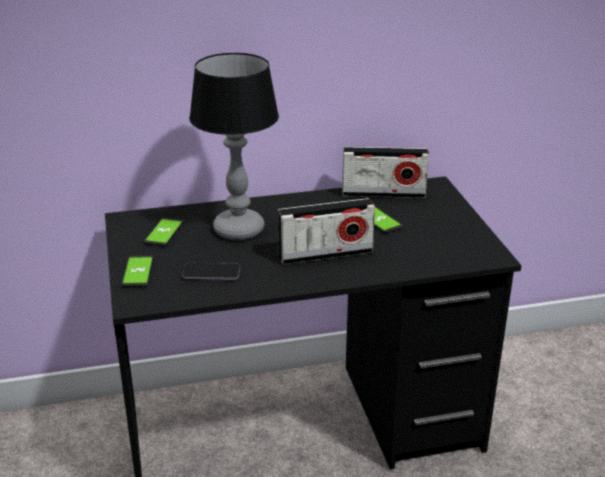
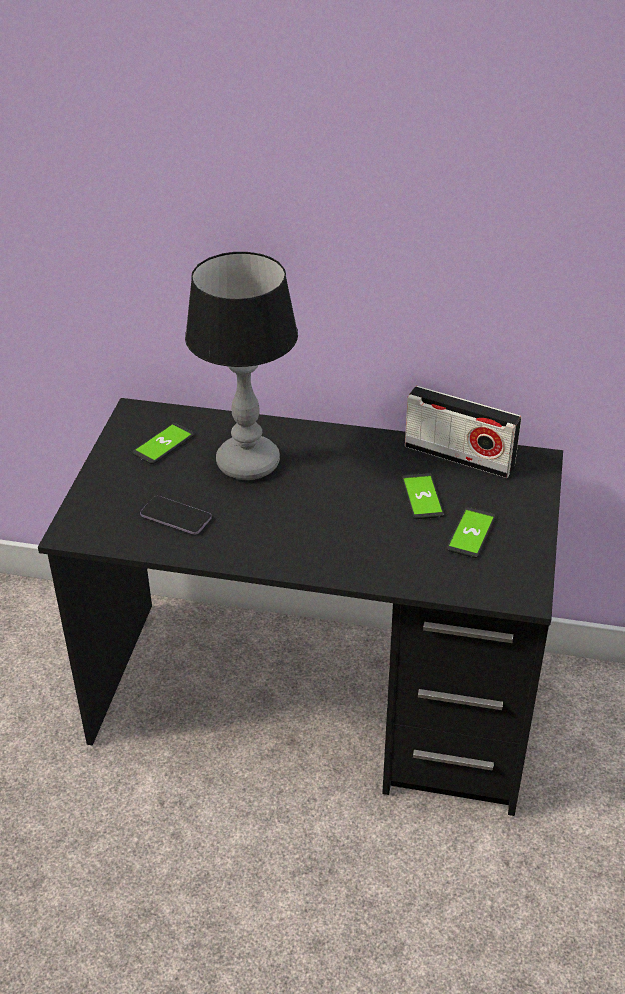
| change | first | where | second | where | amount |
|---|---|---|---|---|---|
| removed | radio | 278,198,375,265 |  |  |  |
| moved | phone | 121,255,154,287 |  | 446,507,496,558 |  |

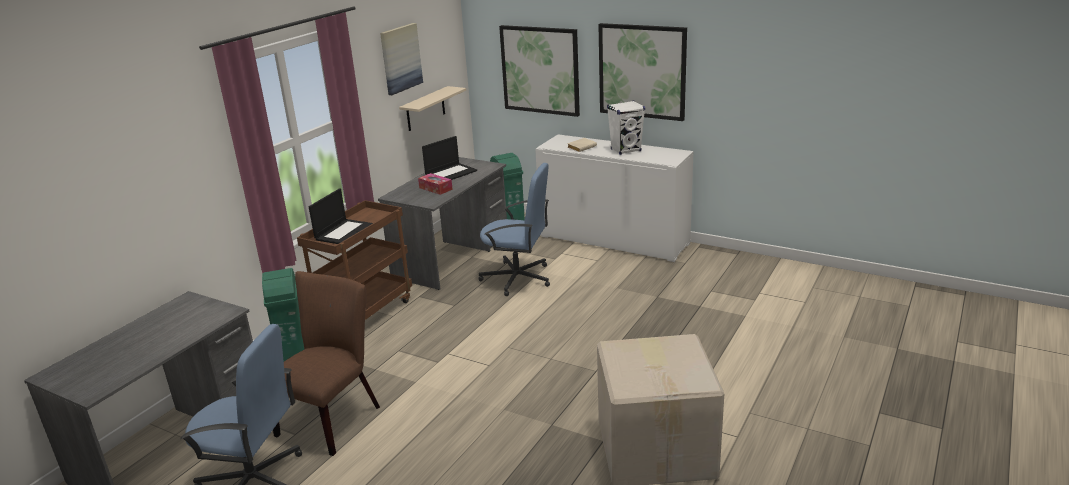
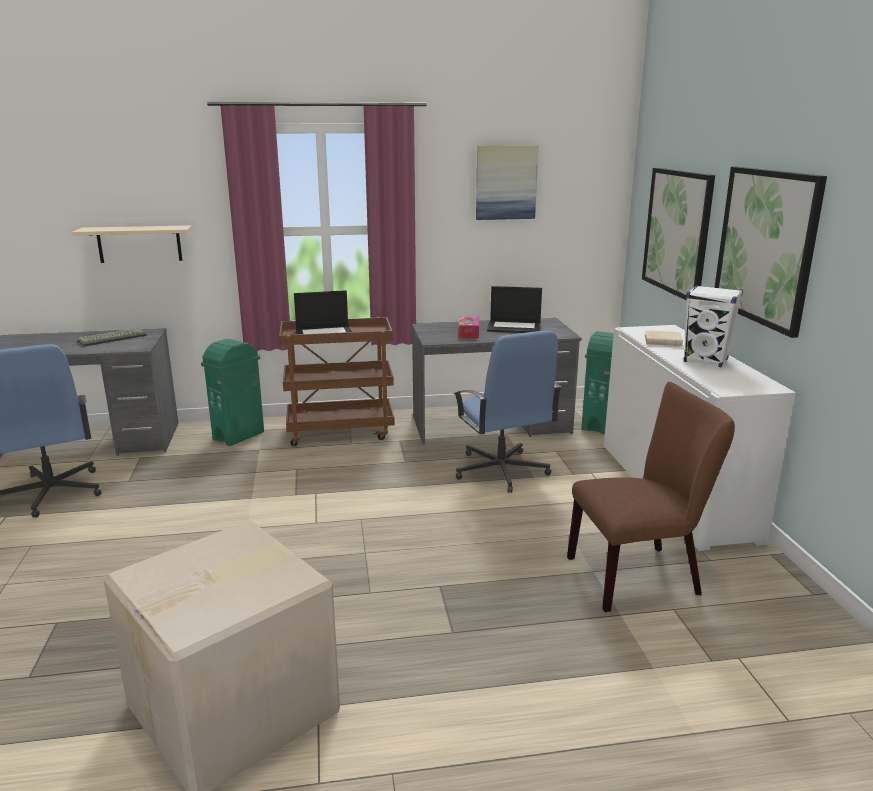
| change | first | where | second | where | amount |
|---|---|---|---|---|---|
| moved | shelf/beige | 399,86,466,131 |  | 72,225,192,263 |  |
| moved | chair/brown | 273,271,380,456 |  | 567,382,735,612 |  |
| added |  |  | keyboard | 77,328,147,346 |  |

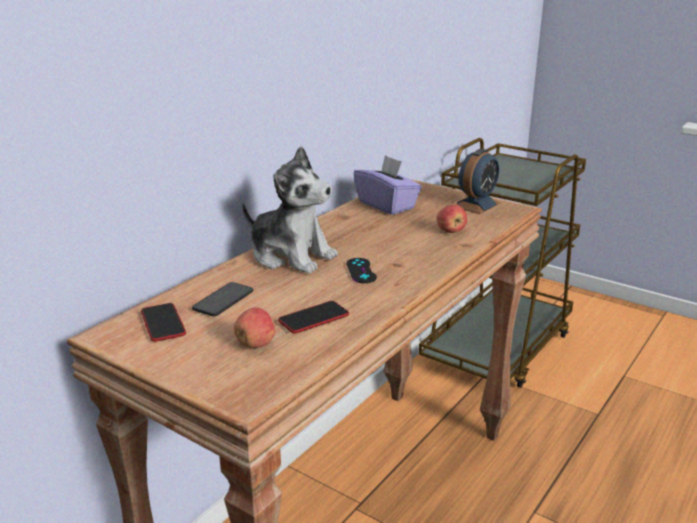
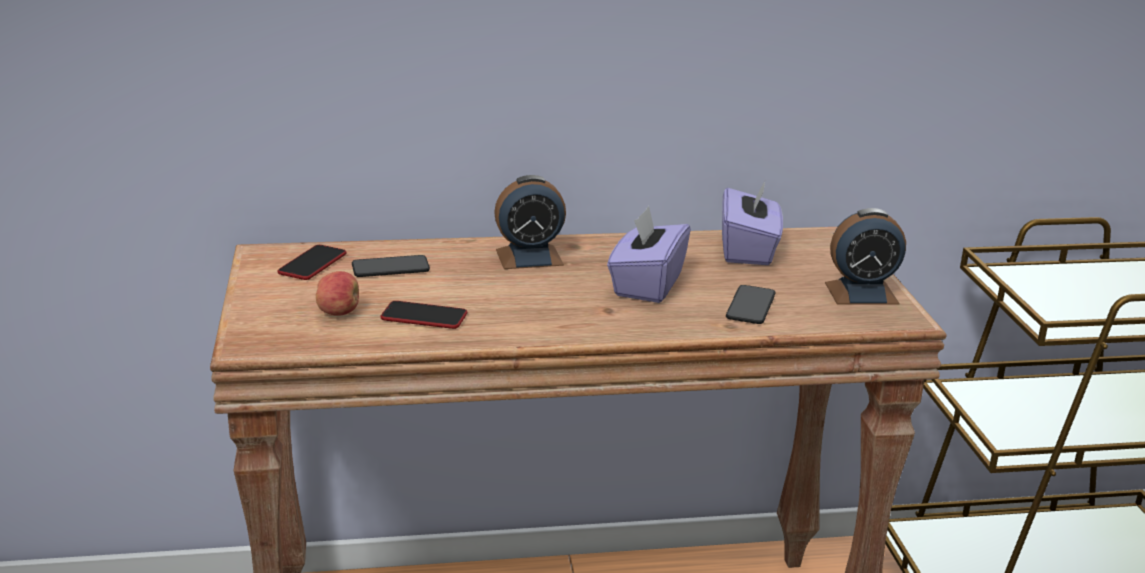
| change | first | where | second | where | amount |
|---|---|---|---|---|---|
| replaced | plush toy | 242,146,338,274 | alarm clock | 494,175,566,269 |  |
| replaced | apple | 437,205,467,233 | phone | 726,285,775,324 |  |
| removed | game controller/black | 346,258,377,283 |  |  |  |
| added |  |  | tissue box/purple | 607,206,691,303 |  |

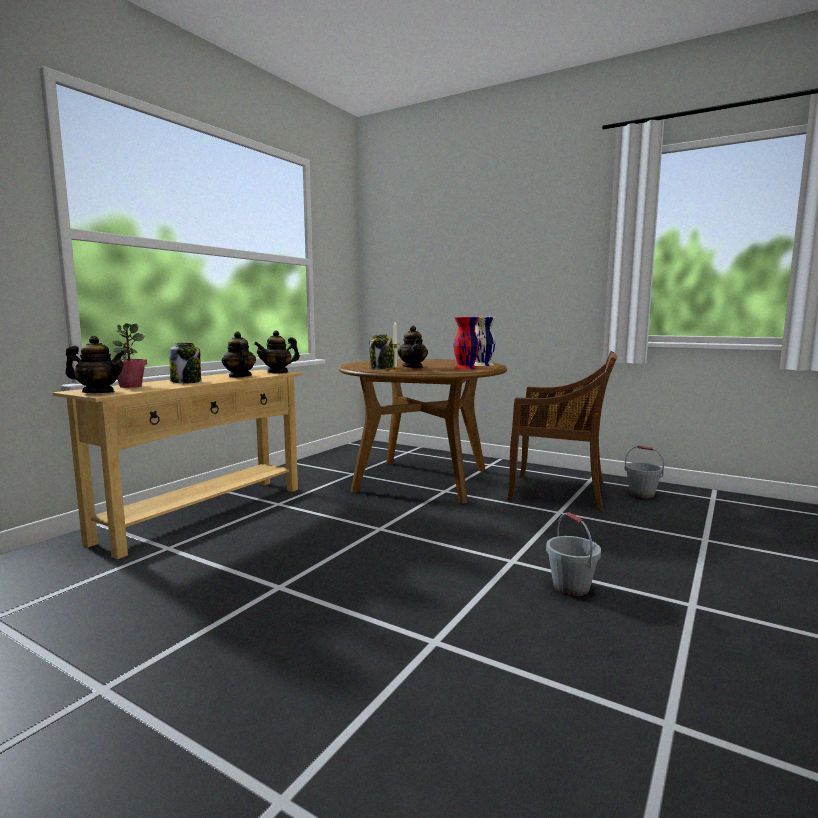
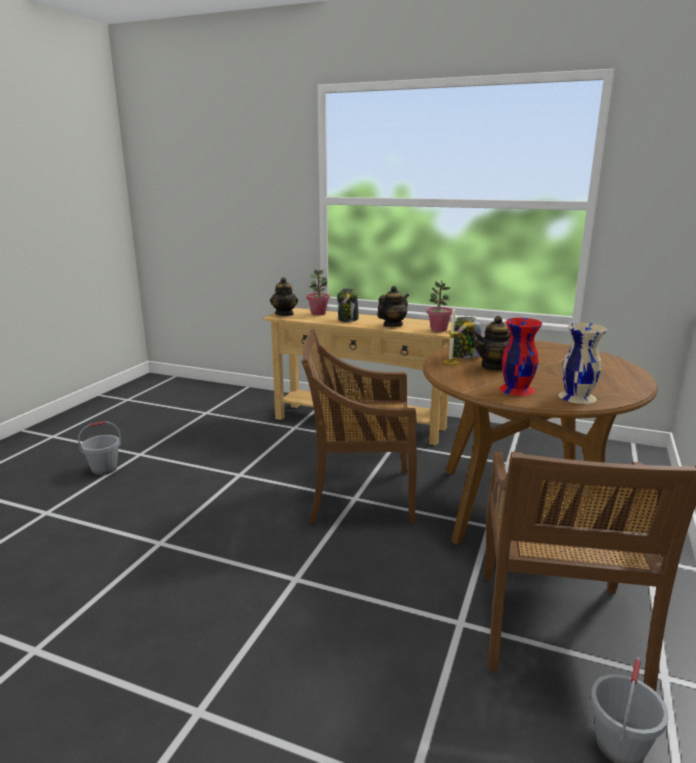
| change | first | where | second | where | amount |
|---|---|---|---|---|---|
| replaced | teapot | 254,330,300,373 | potted plant | 427,280,453,332 |  |
| moved | bucket/grey | 546,512,601,596 |  | 78,421,122,475 |  |
| added |  |  | chair/brown | 301,329,417,523 |  |

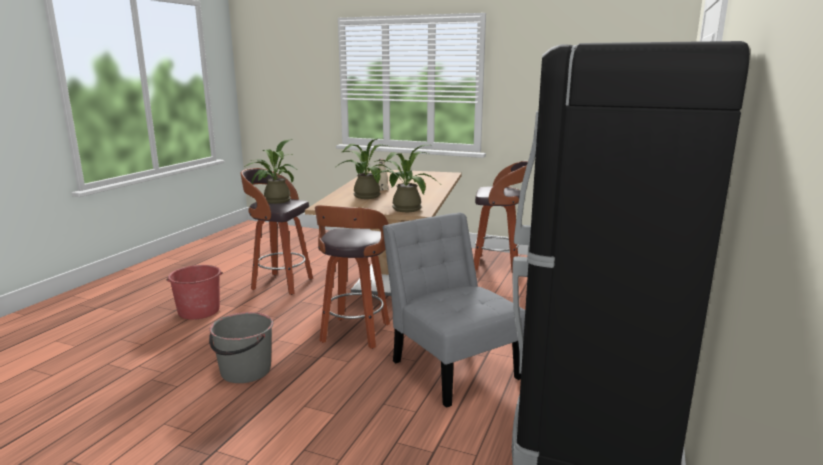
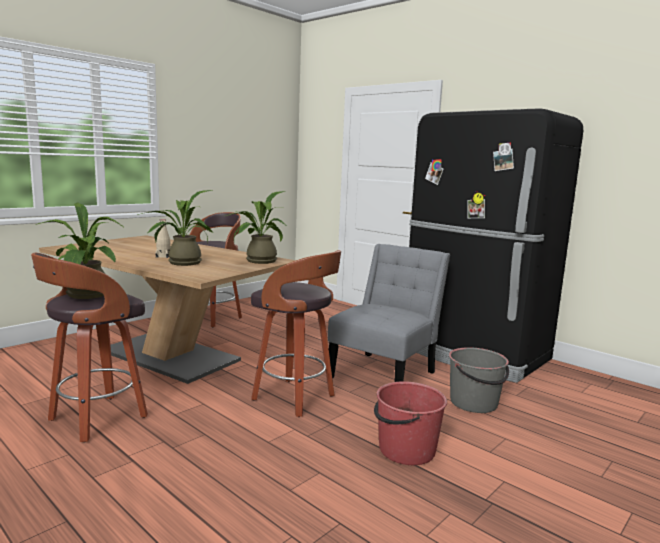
| change | first | where | second | where | amount |
|---|---|---|---|---|---|
| turned | chair/grey | 383,212,525,408 |  | 328,244,450,382 | 135 degrees clockwise |
| moved | bucket/red | 166,265,223,320 |  | 374,381,447,465 |  |
| moved | bucket/grey | 209,312,273,383 |  | 449,347,509,413 |  |

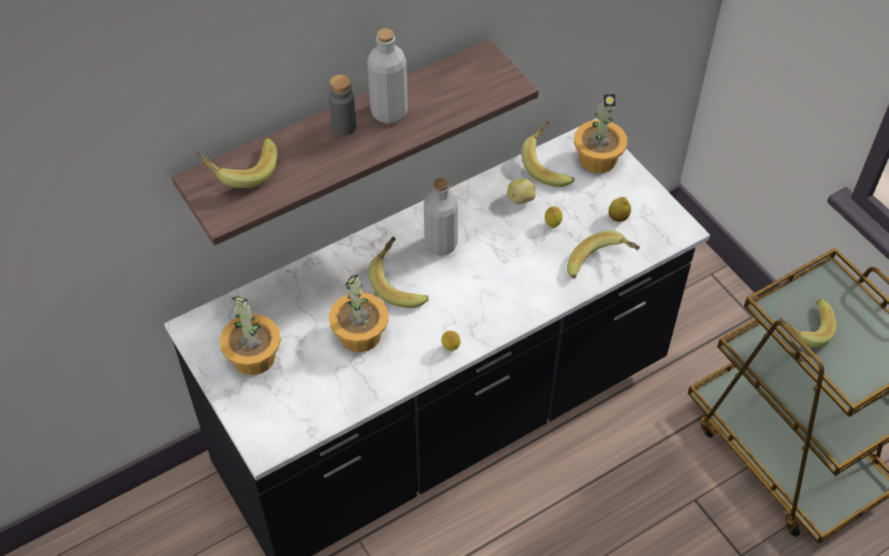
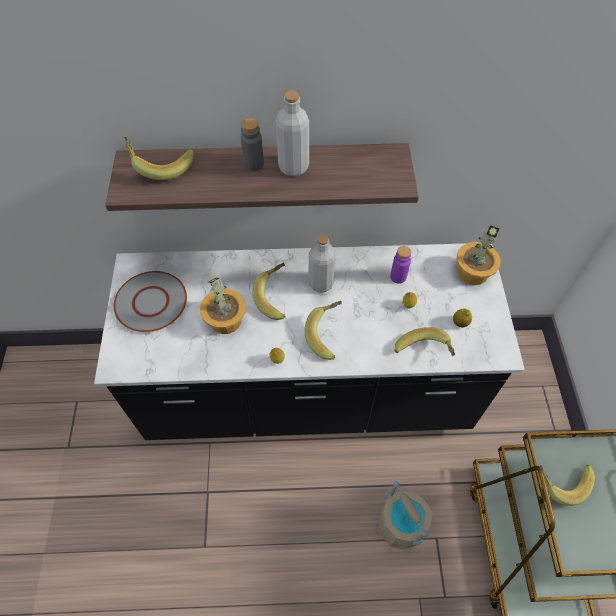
| change | first | where | second | where | amount |
|---|---|---|---|---|---|
| moved | banana | 521,120,574,187 |  | 305,301,342,360 |  |
| replaced | potato | 507,179,536,204 | bottle/purple | 390,246,411,284 |  |
| replaced | potted plant | 219,296,281,375 | plate/grey | 113,271,187,332 |  |
| added |  |  | bucket/beige | 379,481,432,549 |  |

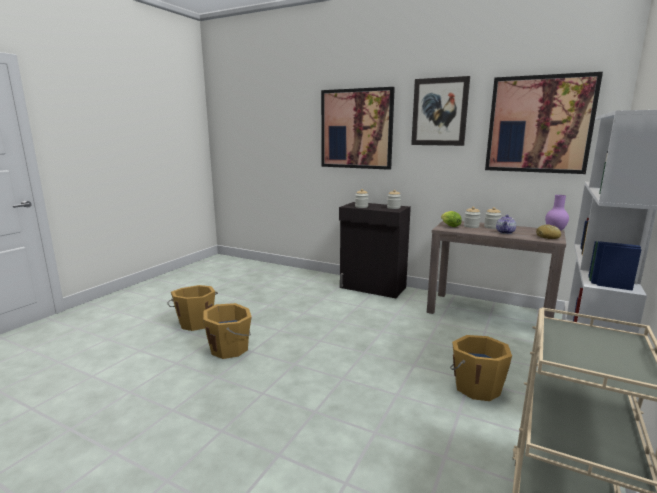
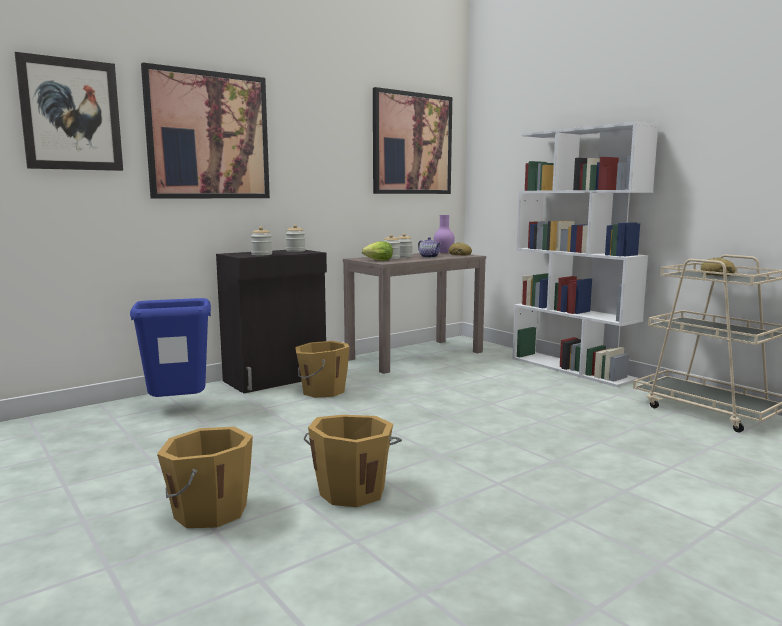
| change | first | where | second | where | amount |
|---|---|---|---|---|---|
| moved | picture | 411,76,470,146 |  | 15,52,123,171 |  |
| moved | bucket/orange | 450,335,512,401 |  | 295,341,349,398 |  |
| added |  |  | bread | 701,257,736,276 |  |
| added |  |  | trash can/blue | 130,298,211,397 |  |

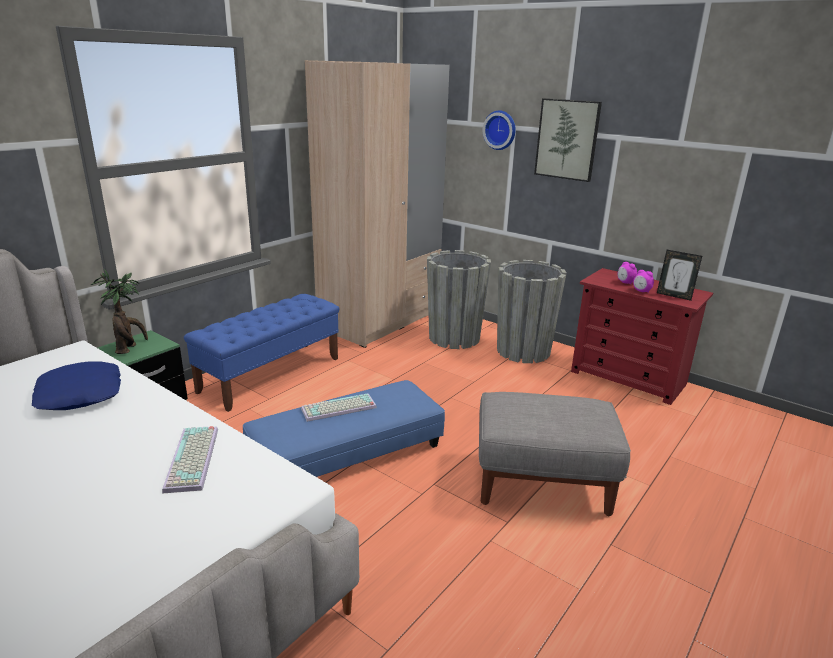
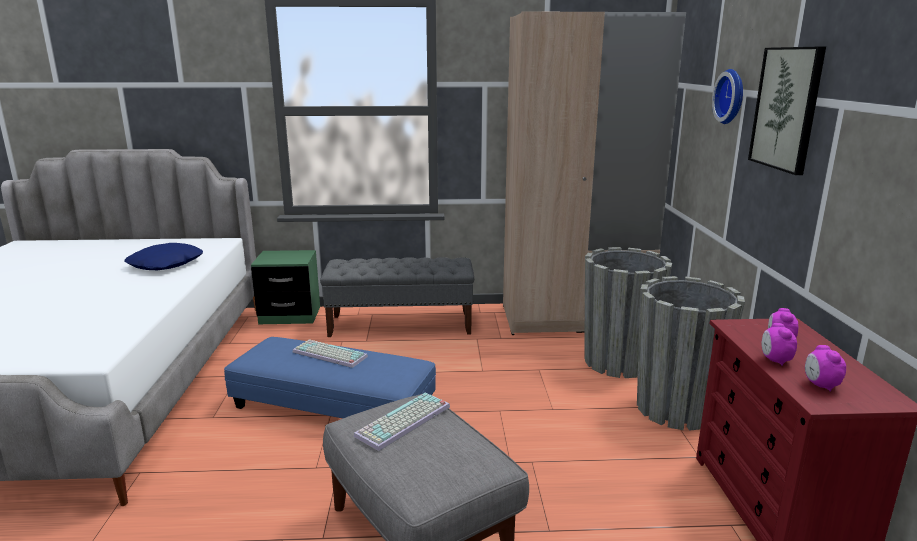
| change | first | where | second | where | amount |
|---|---|---|---|---|---|
| replaced | picture frame | 657,250,702,301 | alarm clock | 805,345,846,391 |  |
| removed | potted plant | 91,269,148,354 |  |  |  |
| recoloured | bench/blue | 184,294,339,412 | bench/grey | 320,257,474,337 |  |
| moved | keyboard | 162,426,218,494 |  | 354,393,450,451 |  |

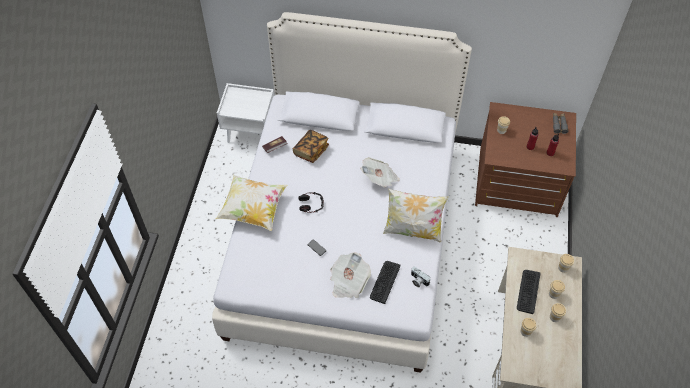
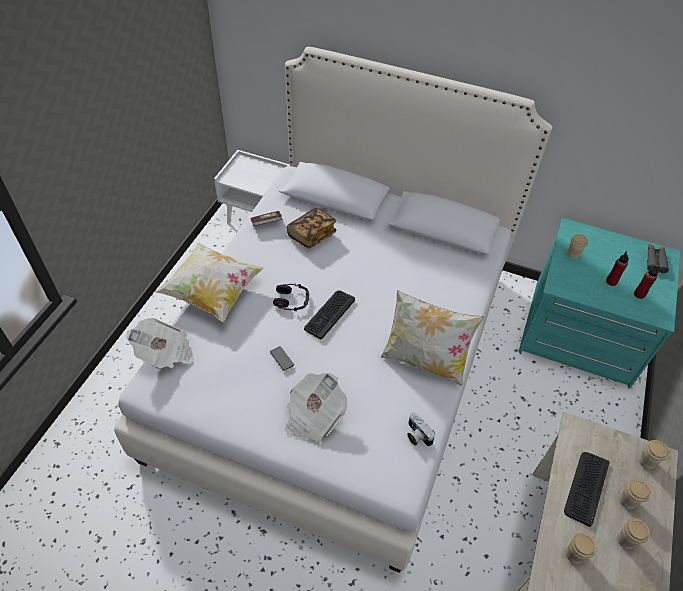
| change | first | where | second | where | amount |
|---|---|---|---|---|---|
| recoloured | dresser/brown | 475,102,576,217 | dresser/turquoise | 519,218,680,389 |  |
| moved | newspaper | 360,157,400,188 |  | 127,318,194,369 |  |
| moved | keyboard | 370,261,400,304 |  | 304,290,355,340 |  |

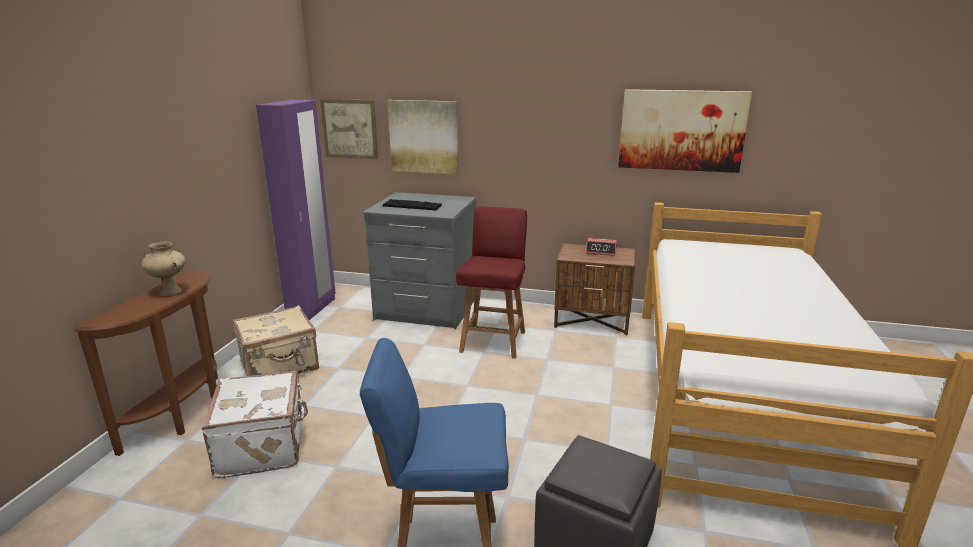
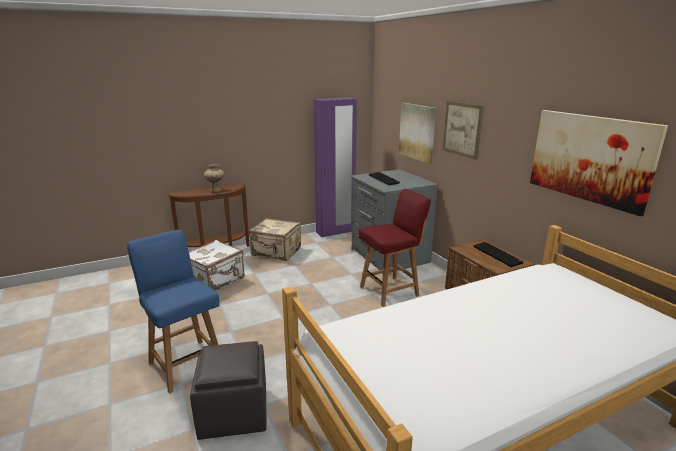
| change | first | where | second | where | amount |
|---|---|---|---|---|---|
| moved | picture | 320,99,378,159 |  | 442,101,484,160 |  |
| replaced | alarm clock | 586,238,617,256 | keyboard | 473,242,523,267 |  |

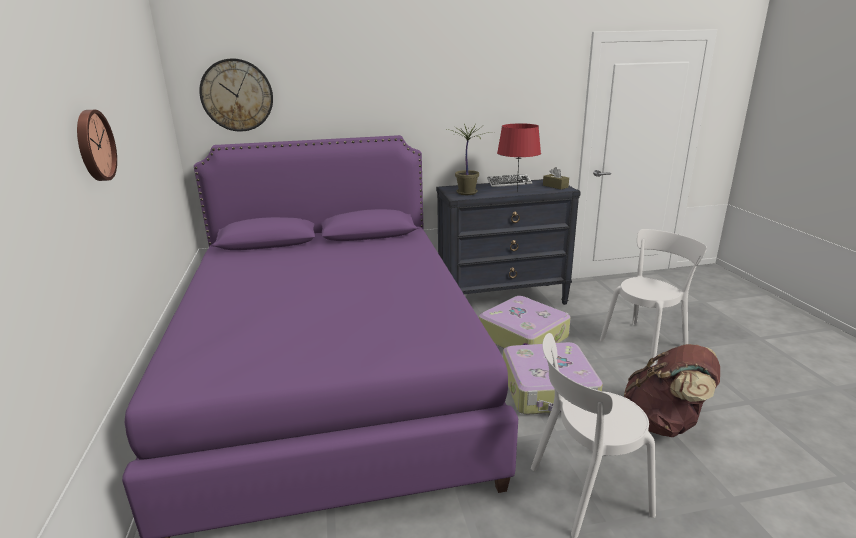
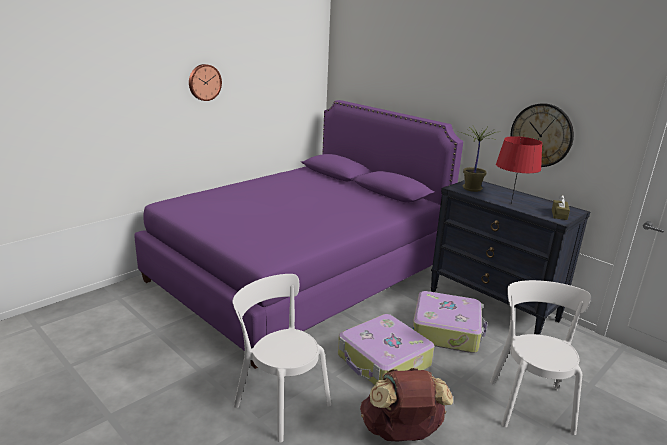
| change | first | where | second | where | amount |
|---|---|---|---|---|---|
| moved | wall clock | 199,58,273,132 |  | 511,103,574,167 |  |
| removed | keyboard | 487,174,532,187 |  |  |  |
| turned | chair/white | 600,229,707,366 |  | 490,280,591,435 | 105 degrees counterclockwise |

